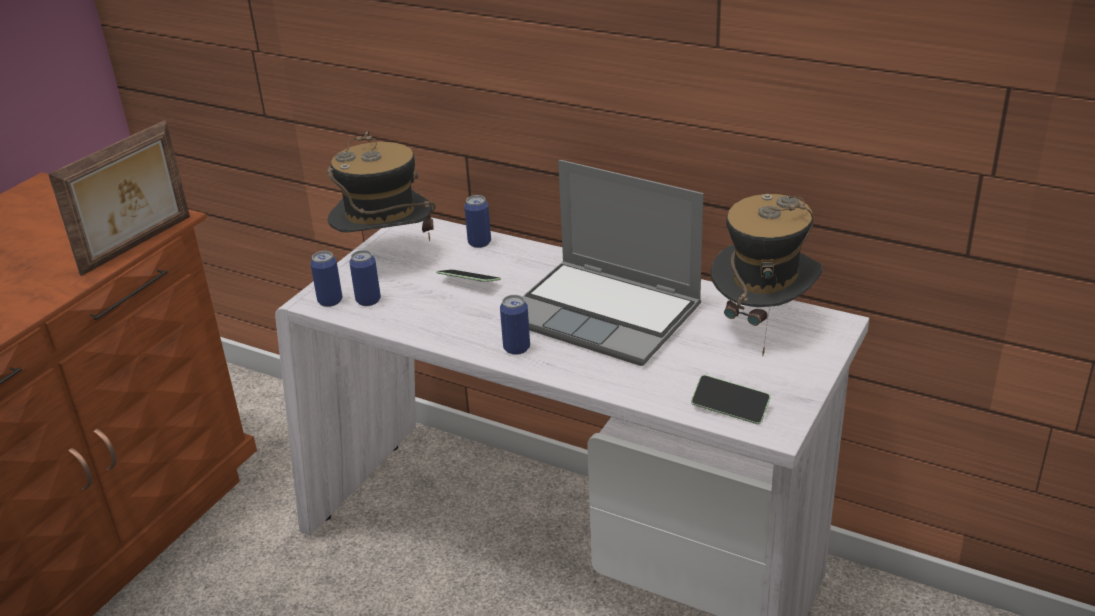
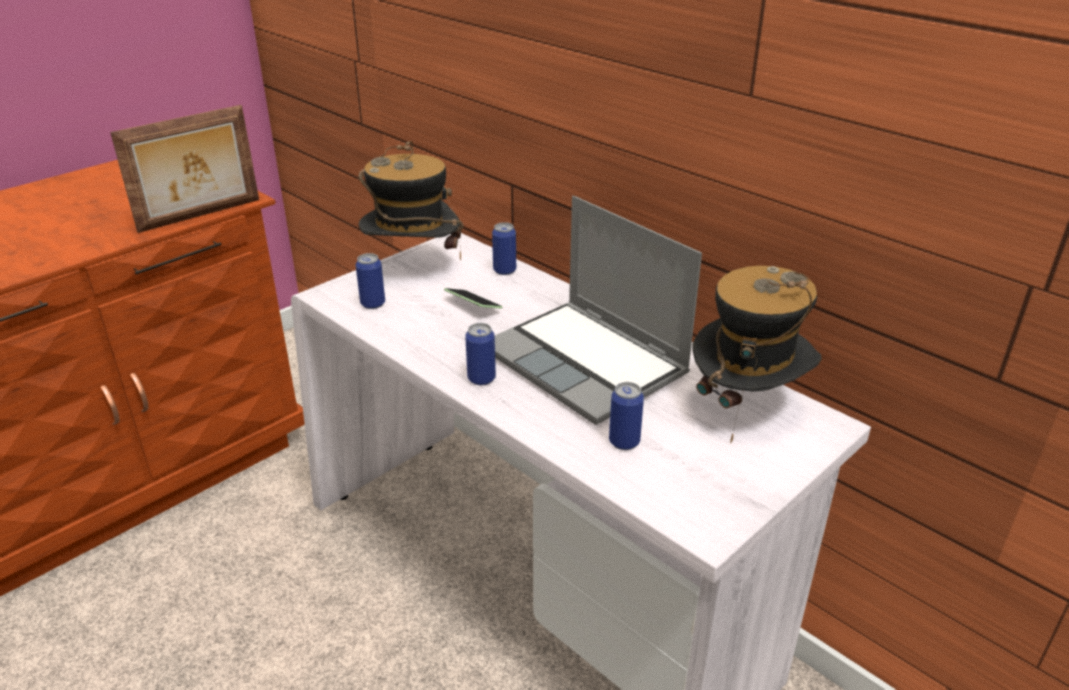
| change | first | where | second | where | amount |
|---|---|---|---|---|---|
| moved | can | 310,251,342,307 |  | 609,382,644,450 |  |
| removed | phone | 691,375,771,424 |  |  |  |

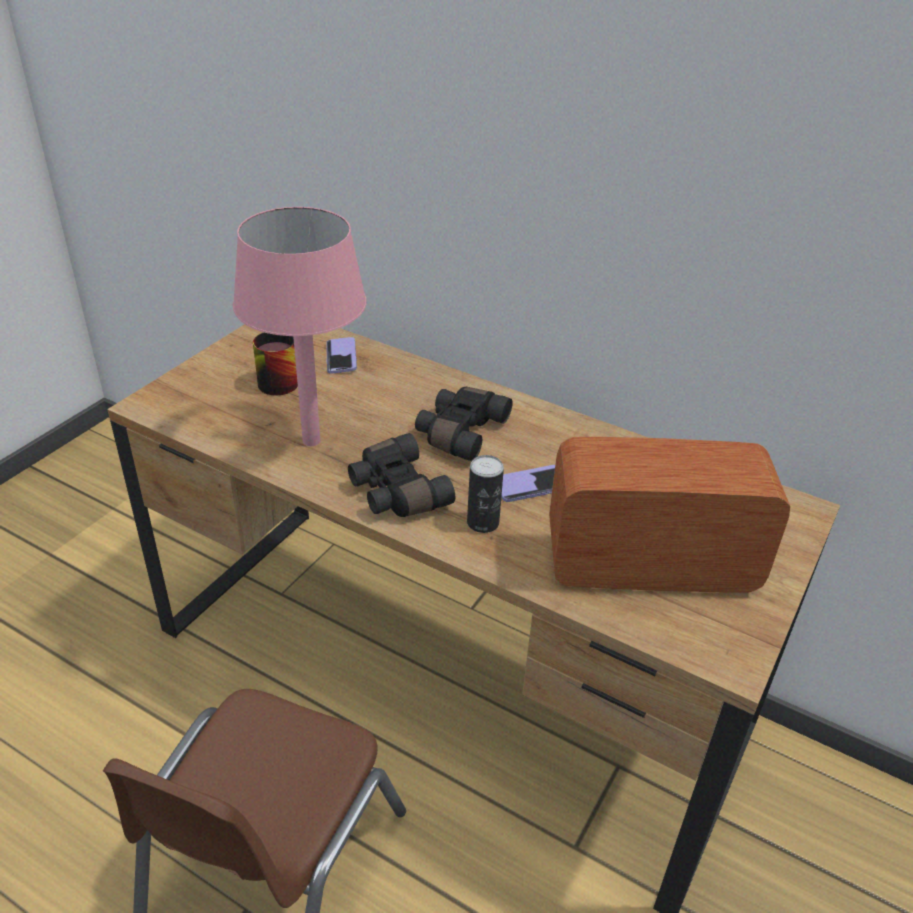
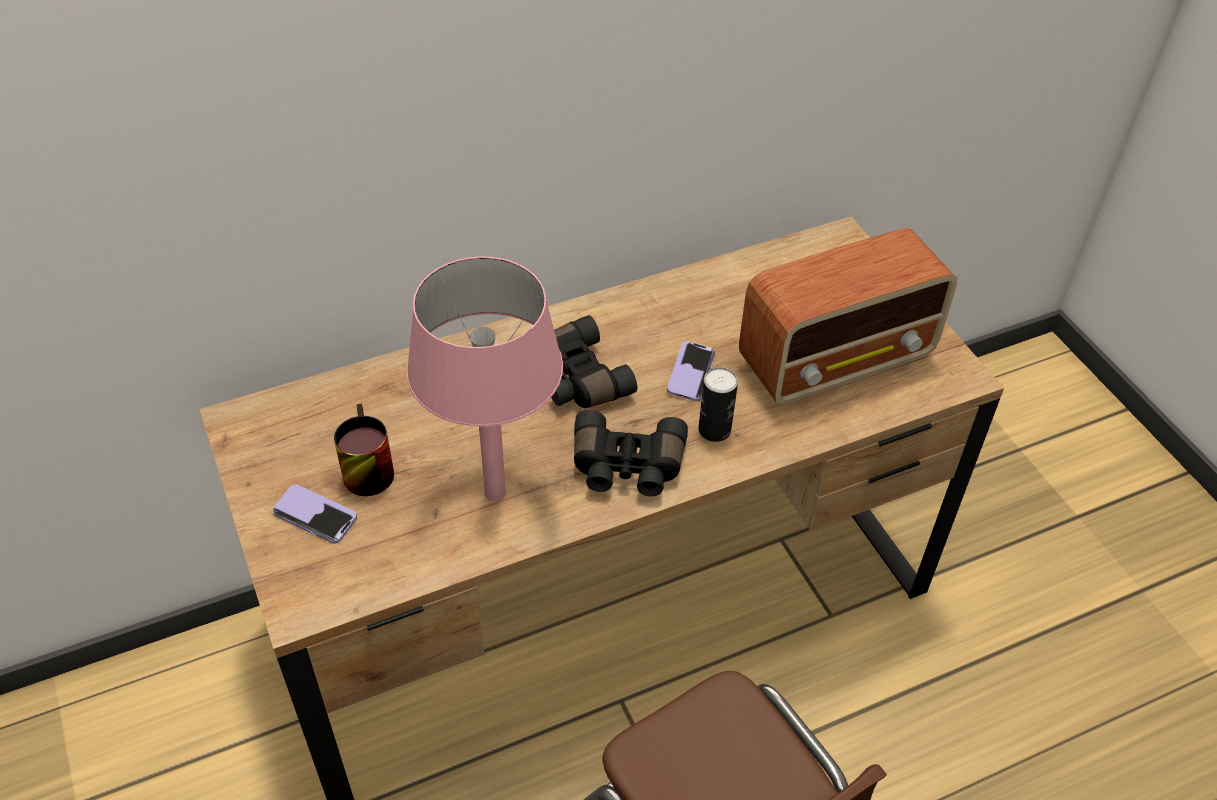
| change | first | where | second | where | amount |
|---|---|---|---|---|---|
| moved | phone | 326,337,357,374 |  | 272,484,357,544 |  |
| turned | radio | 549,437,790,593 |  | 739,228,957,405 | 150 degrees counterclockwise |

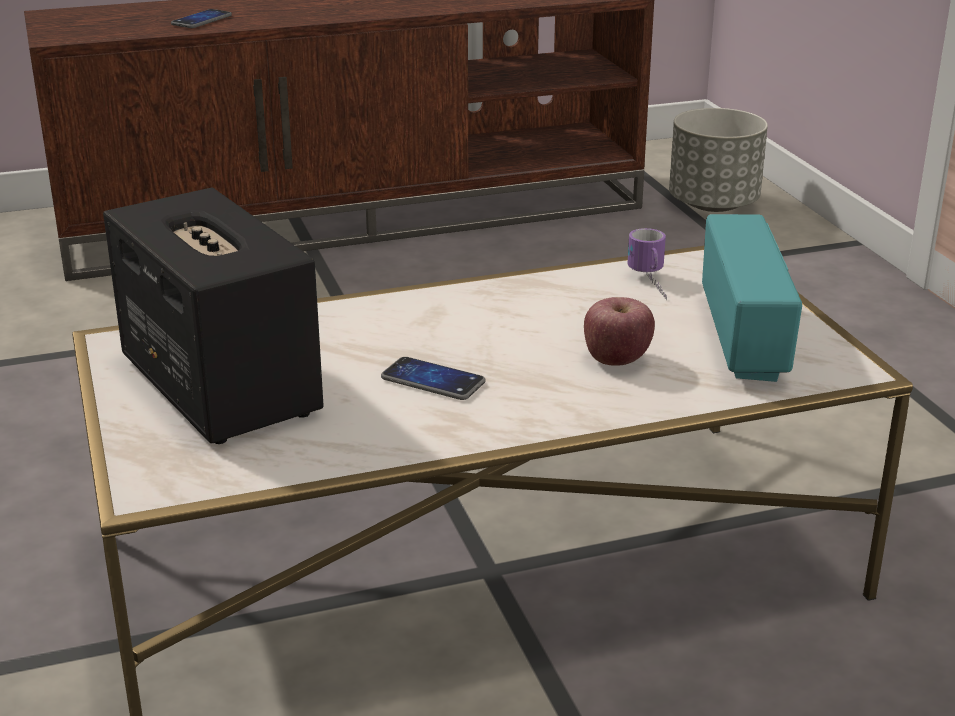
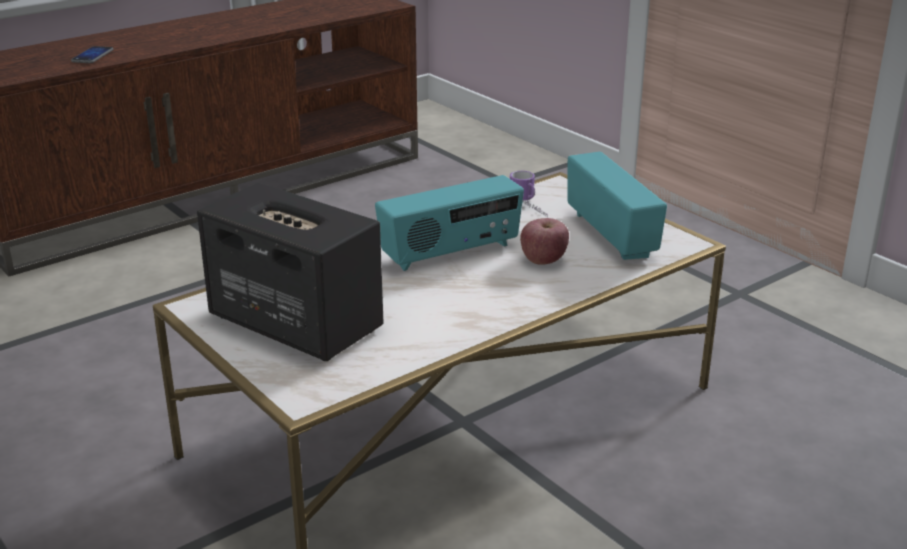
| change | first | where | second | where | amount |
|---|---|---|---|---|---|
| removed | planter/grey | 669,108,768,212 |  |  |  |
| removed | phone | 381,357,486,400 |  |  |  |
| added |  |  | radio | 375,175,524,271 |  |

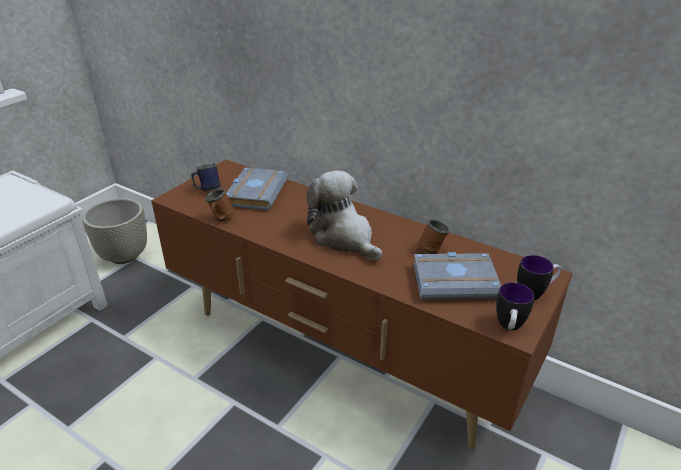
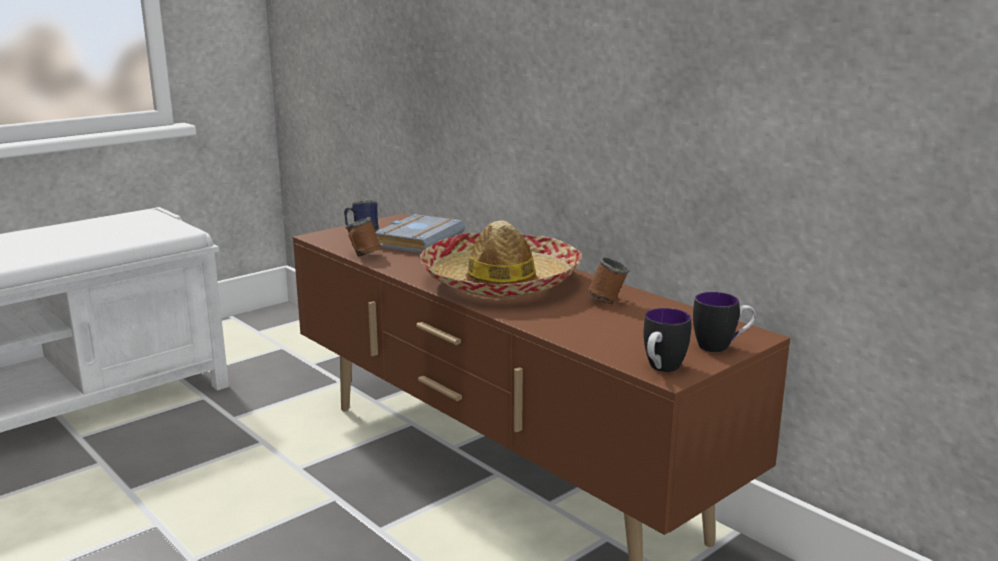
| change | first | where | second | where | amount |
|---|---|---|---|---|---|
| replaced | plush toy | 306,170,382,261 | hat | 420,220,582,298 |  |
| removed | planter/grey | 82,198,147,264 |  |  |  |
| removed | book/grey | 413,252,501,299 |  |  |  |

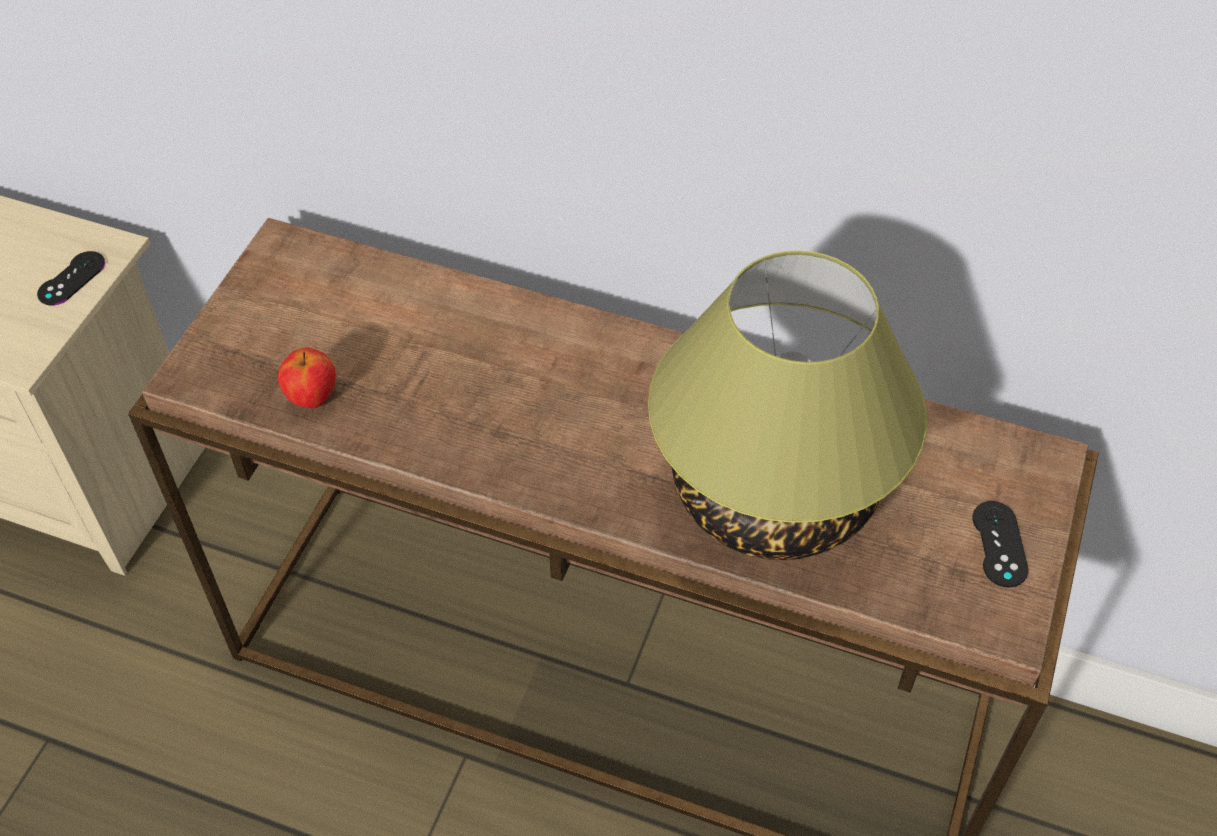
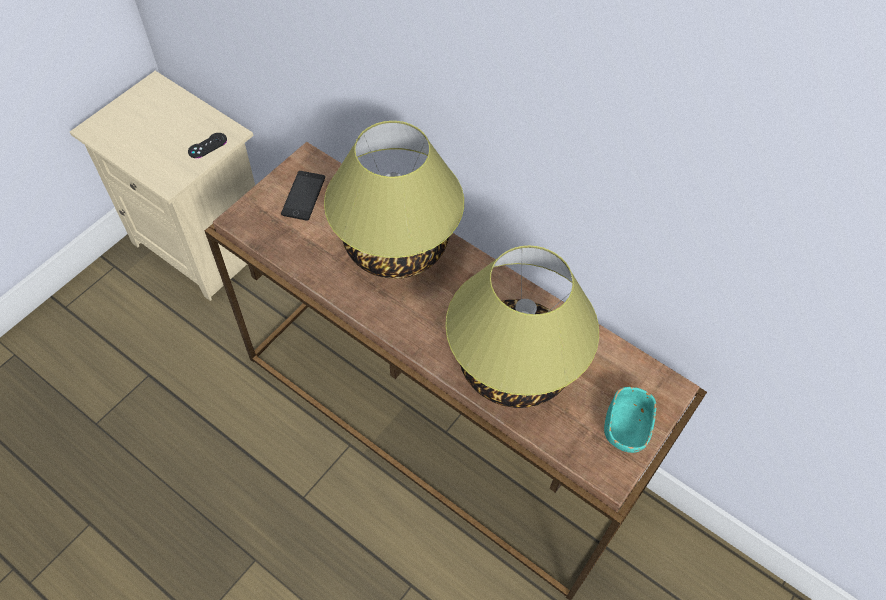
| change | first | where | second | where | amount |
|---|---|---|---|---|---|
| removed | apple | 278,348,336,408 |  |  |  |
| replaced | game controller/black | 972,501,1028,588 | bowl/turquoise | 604,387,656,453 |  |
| added |  |  | table lamp | 324,121,464,279 |  |
| added |  |  | phone | 281,171,325,221 |  |

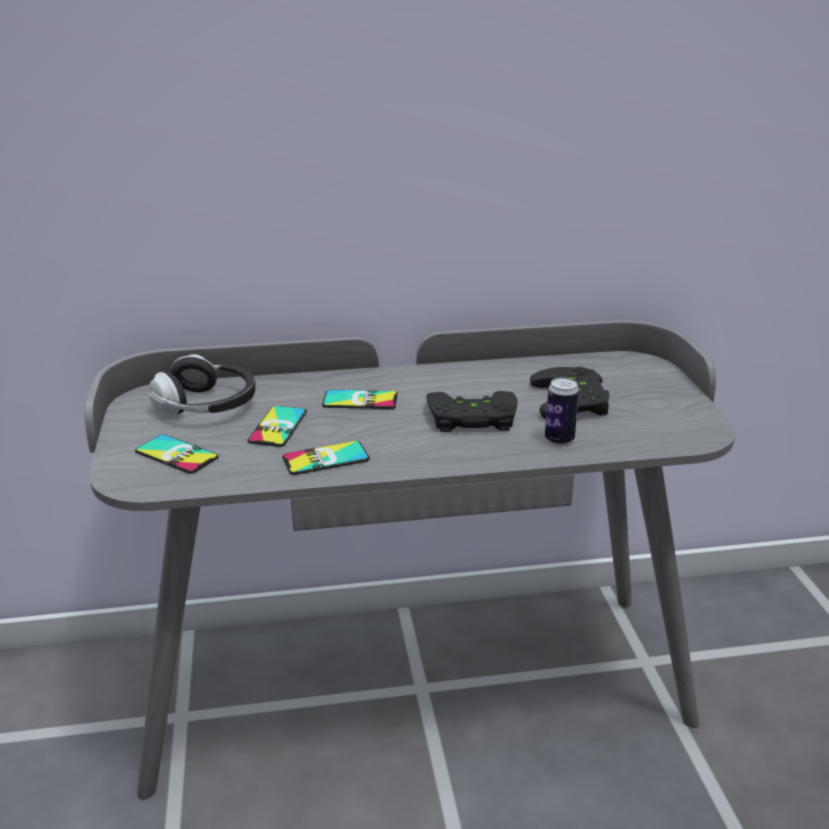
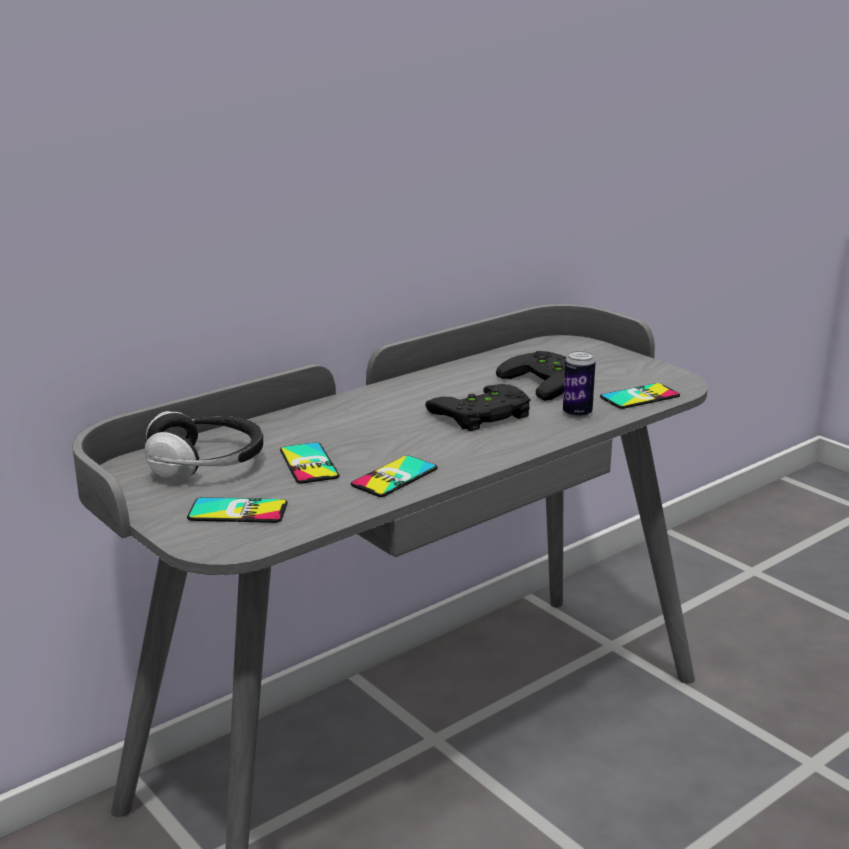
| change | first | where | second | where | amount |
|---|---|---|---|---|---|
| moved | phone | 322,390,397,409 |  | 600,383,680,409 |  |

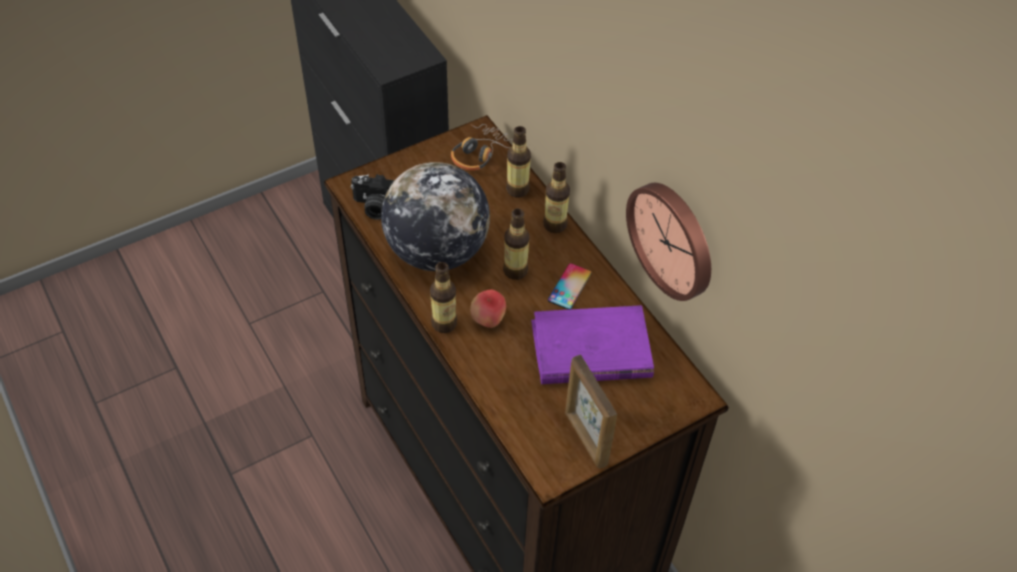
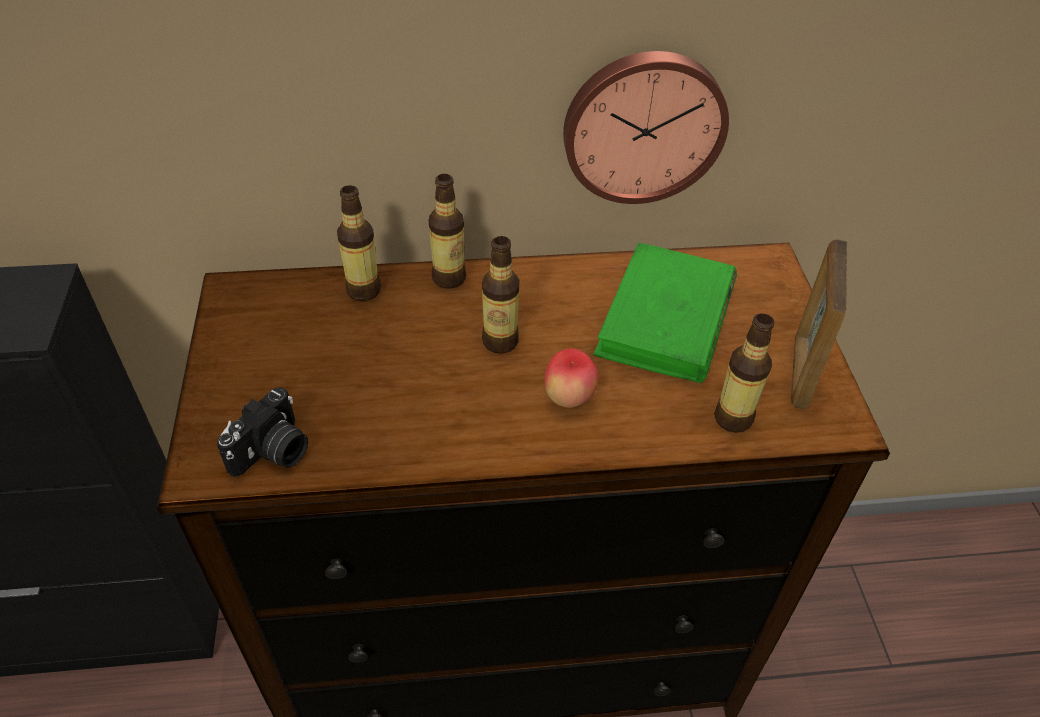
| change | first | where | second | where | amount |
|---|---|---|---|---|---|
| removed | headphones | 451,124,513,171 |  |  |  |
| removed | globe | 381,162,490,271 |  |  |  |
| moved | bottle | 430,262,457,333 |  | 714,313,774,433 |  |
| removed | phone | 548,263,592,310 |  |  |  |
| recoloured | book/purple | 531,305,654,384 | book/green | 593,242,737,383 |  |
| turned | picture frame | 565,354,617,469 |  | 791,239,847,410 | 105 degrees clockwise |

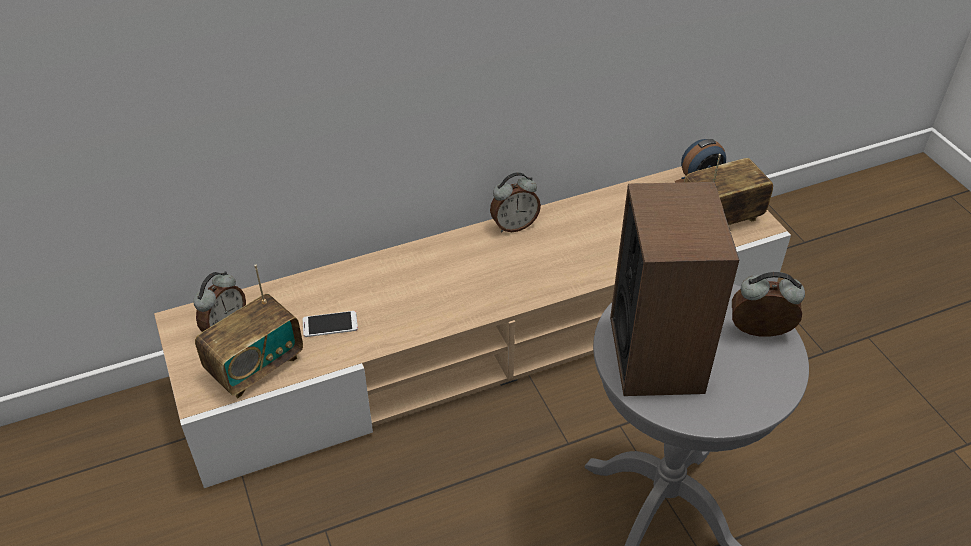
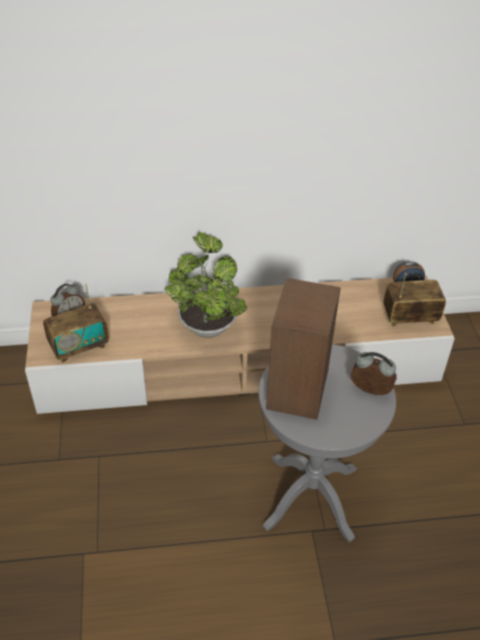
| change | first | where | second | where | amount |
|---|---|---|---|---|---|
| removed | alarm clock | 490,172,541,232 |  |  |  |
| removed | phone | 303,311,358,337 |  |  |  |
| added |  |  | potted plant | 165,232,247,338 |  |

